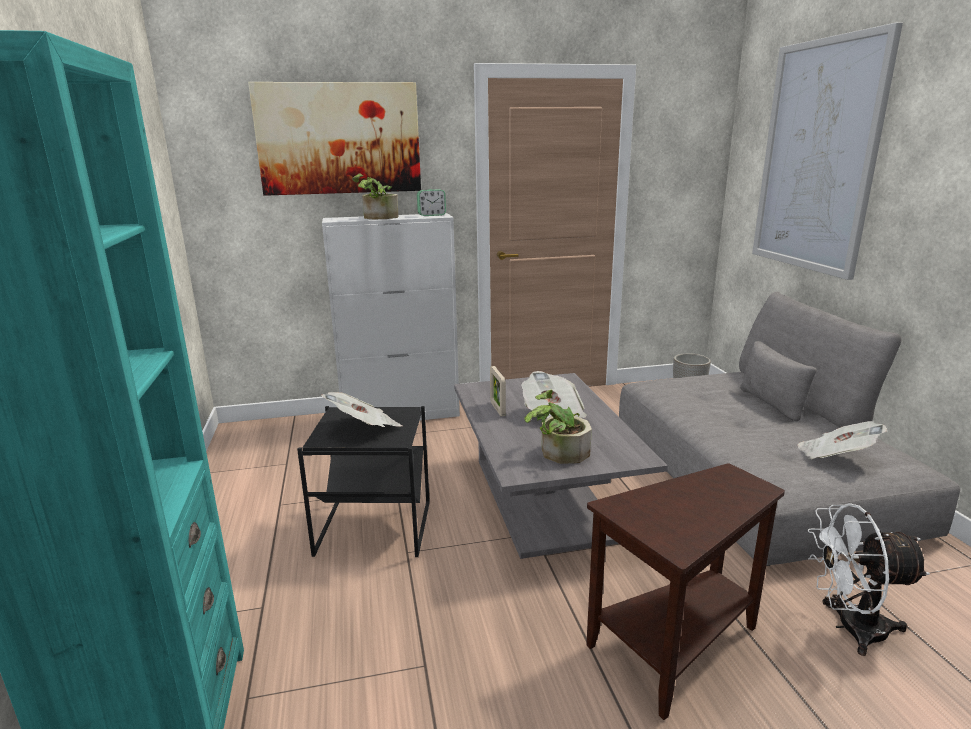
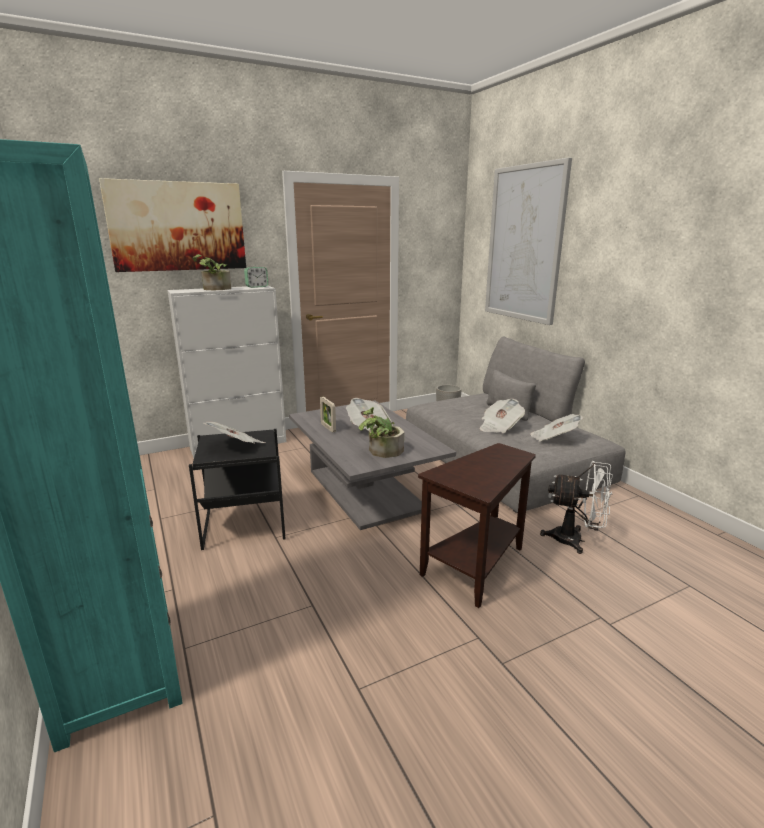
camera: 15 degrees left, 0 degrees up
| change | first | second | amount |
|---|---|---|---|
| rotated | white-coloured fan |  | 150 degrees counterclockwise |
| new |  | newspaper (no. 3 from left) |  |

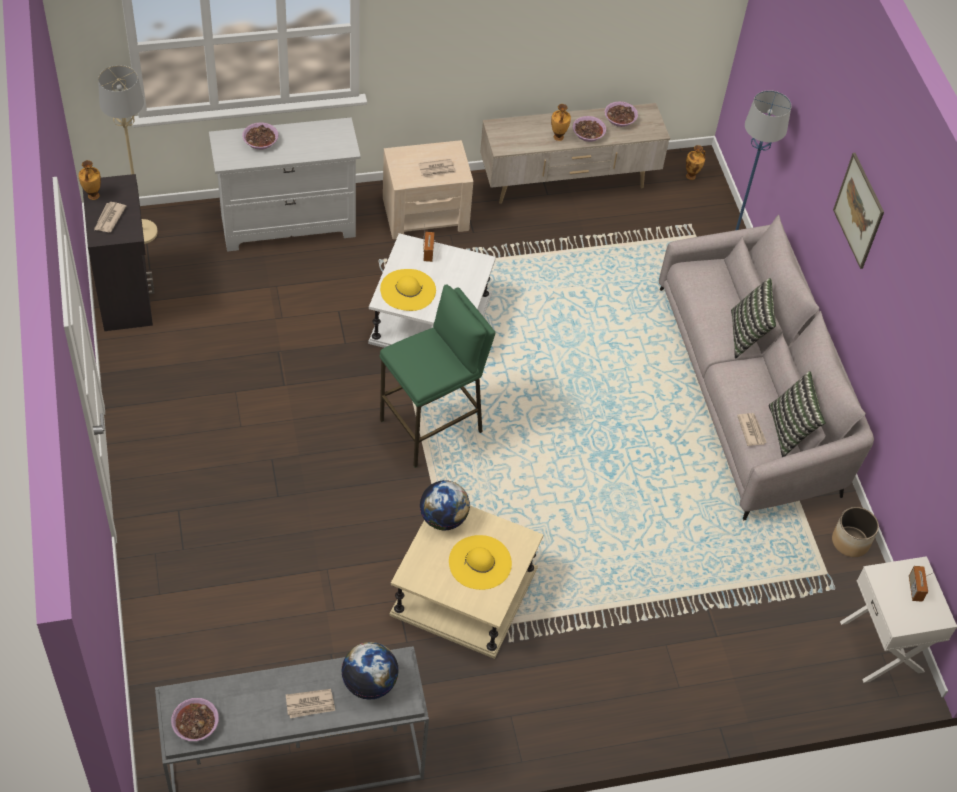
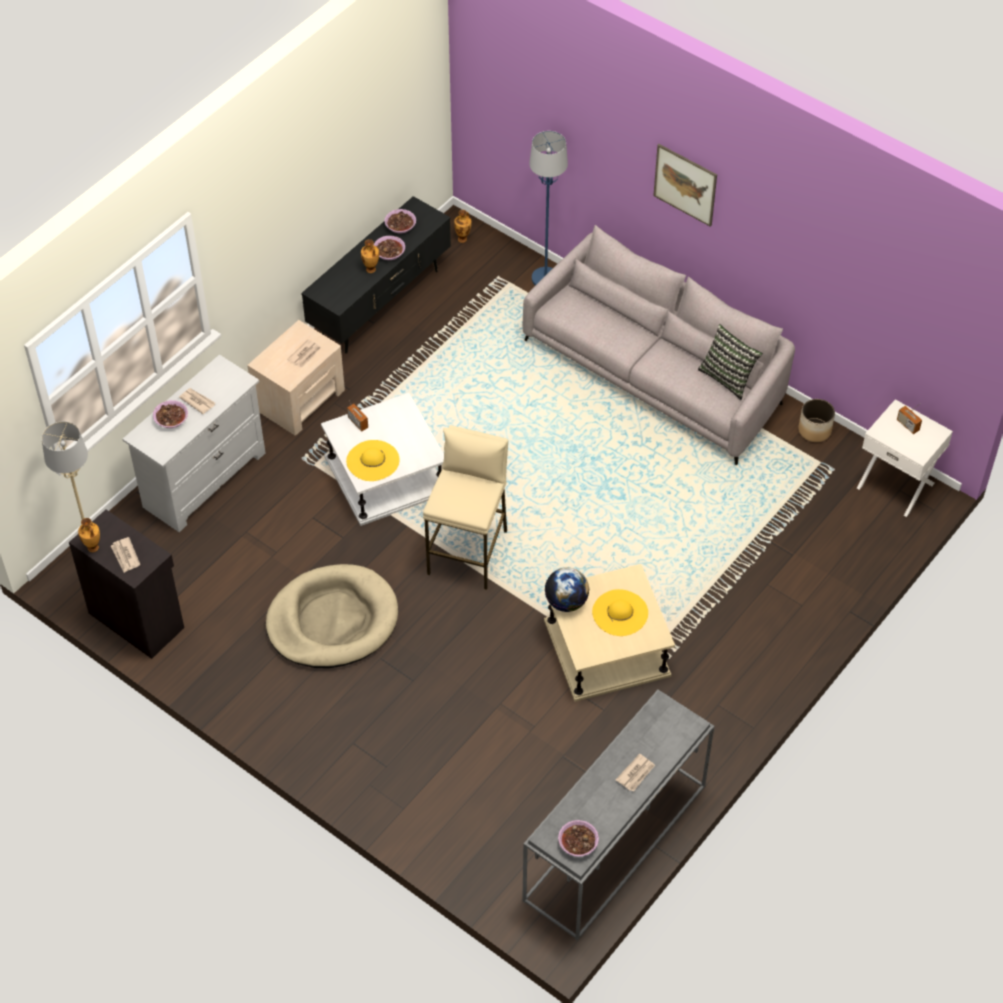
camera: 35 degrees left, 0 degrees up
| change | first | second | amount |
|---|---|---|---|
| repainted | beige media console | blackish media console |  |
| gone | throw pillow (no. 1 from left) |  |  |
| repainted | green-coloured stool | beige stool |  |
| shifted | newspaper (no. 4 from left in the first image) | newspaper (no. 2 from left) |  |
| gone | world globe (no. 1 from left) |  |  |
| new |  | beige dog cushion |  |

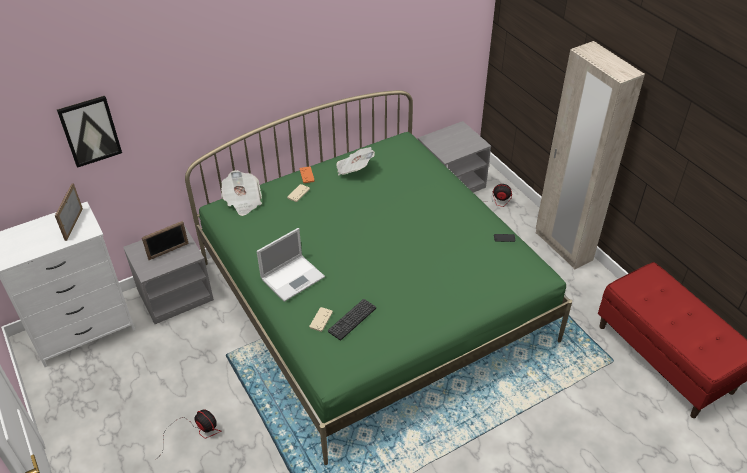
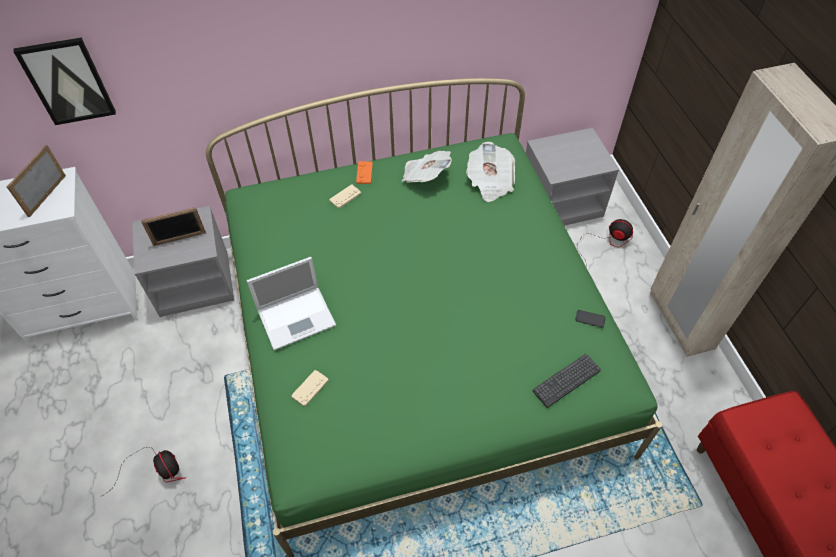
camera: 15 degrees right, 10 degrees up
| change | first | second | amount |
|---|---|---|---|
| shifted | newspaper (no. 1 from left in the first image) | newspaper (no. 2 from left) |  |
| shifted | computer keyboard |  |  |

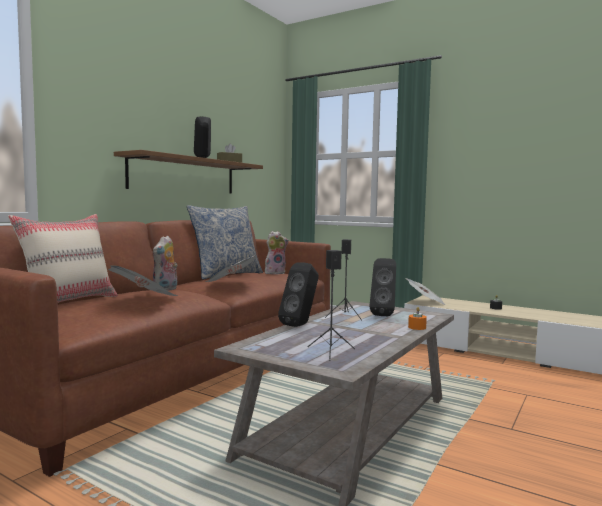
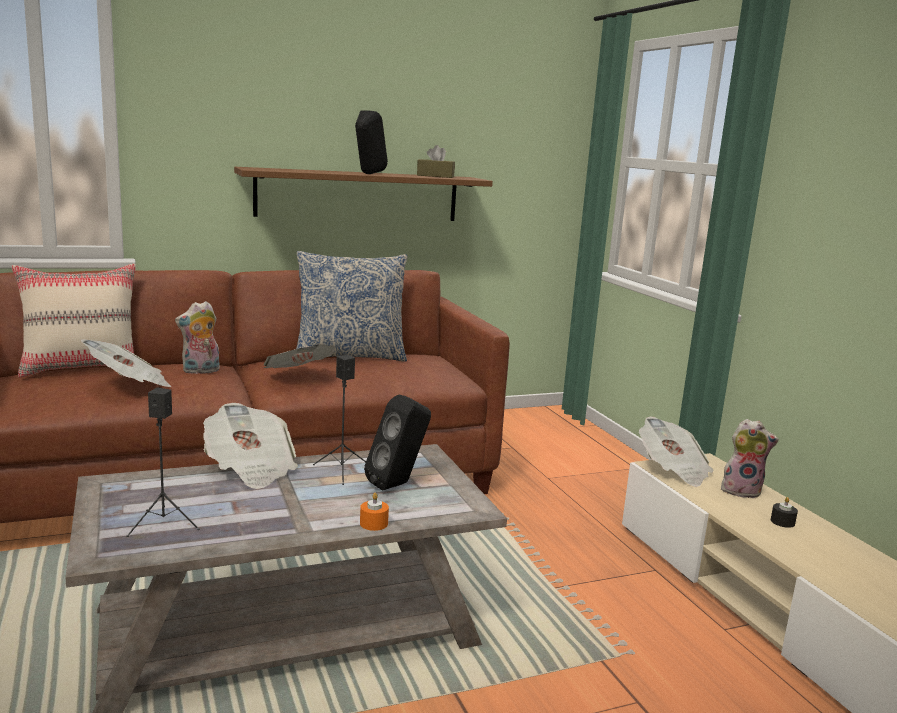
camera: 35 degrees right, 10 degrees up
| change | first | second | amount |
|---|---|---|---|
| shifted | plush toy (no. 2 from left) |  |  |
| swapped | blackish speaker (no. 2 from left) | newspaper (no. 2 from left) |  |

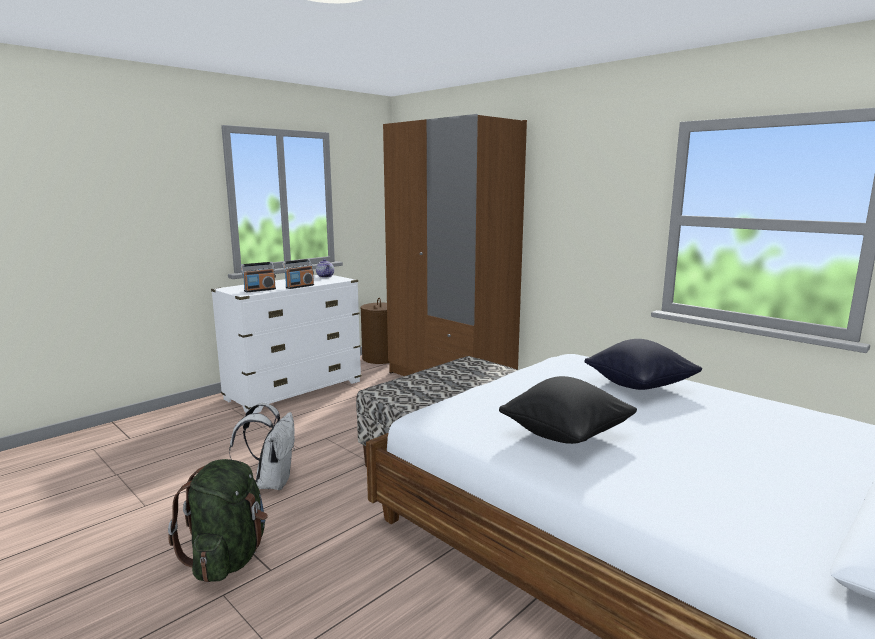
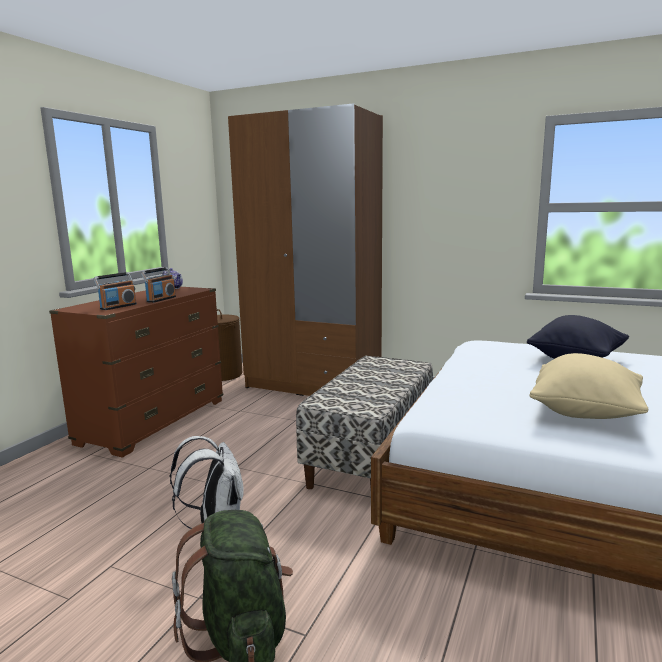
camera: 20 degrees left, 0 degrees up
| change | first | second | amount |
|---|---|---|---|
| repainted | white-coloured drawer chest | brown drawer chest |  |
| repainted | blackish throw pillow (no. 1 from left) | beige throw pillow |  |

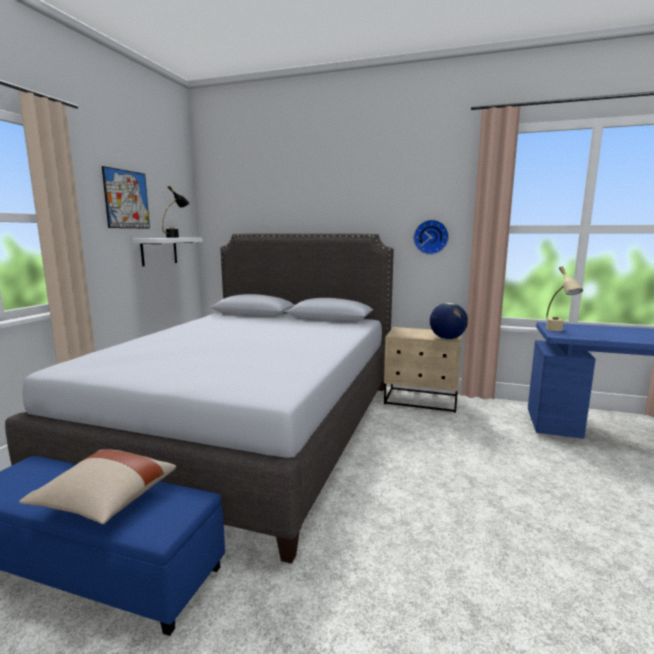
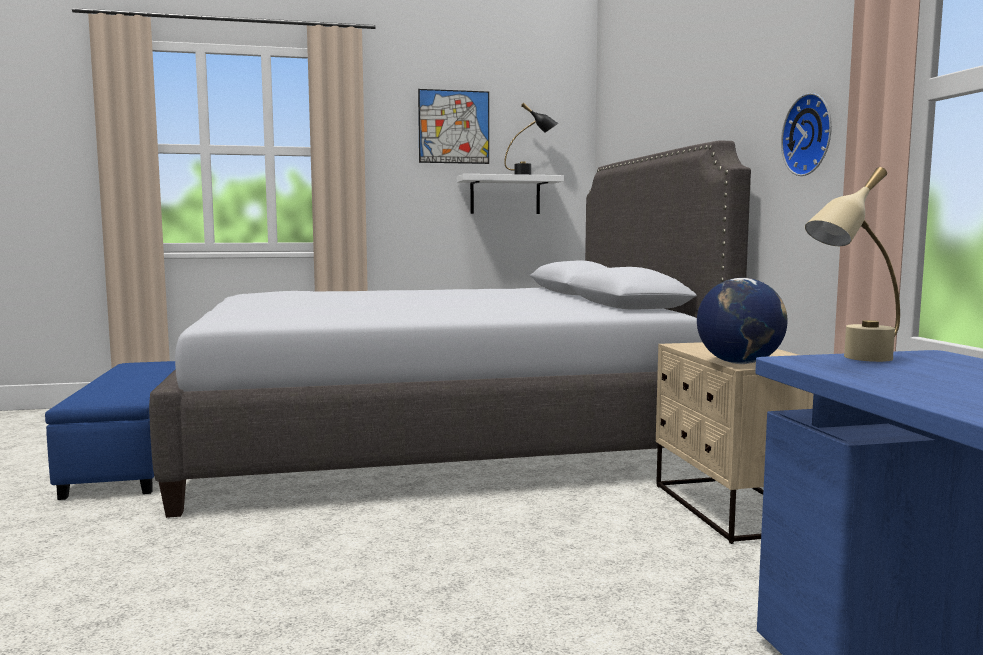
camera: 60 degrees right, 5 degrees down
| change | first | second | amount |
|---|---|---|---|
| gone | beige throw pillow |  |  |

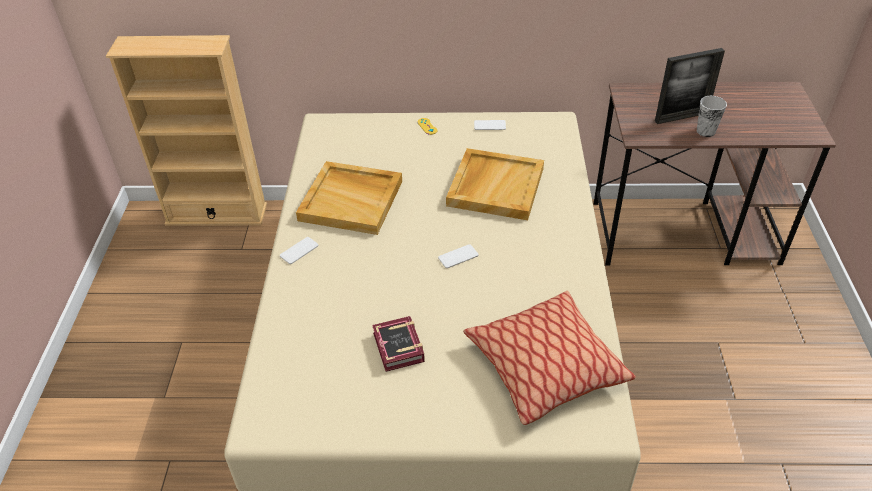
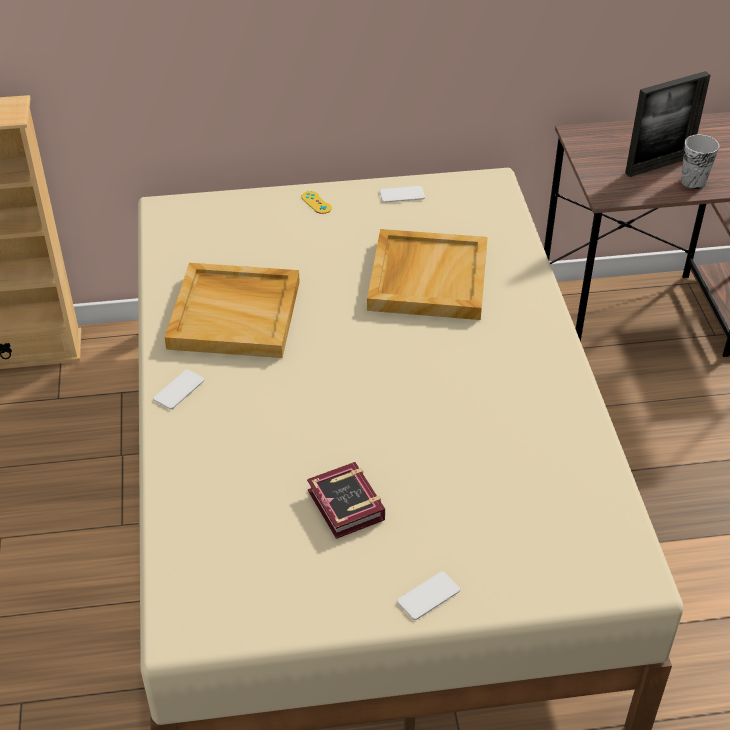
camera: 10 degrees left, 0 degrees up
| change | first | second | amount |
|---|---|---|---|
| shifted | phone (no. 2 from left in the first image) | phone (no. 3 from left) |  |
| gone | throw pillow |  |  |

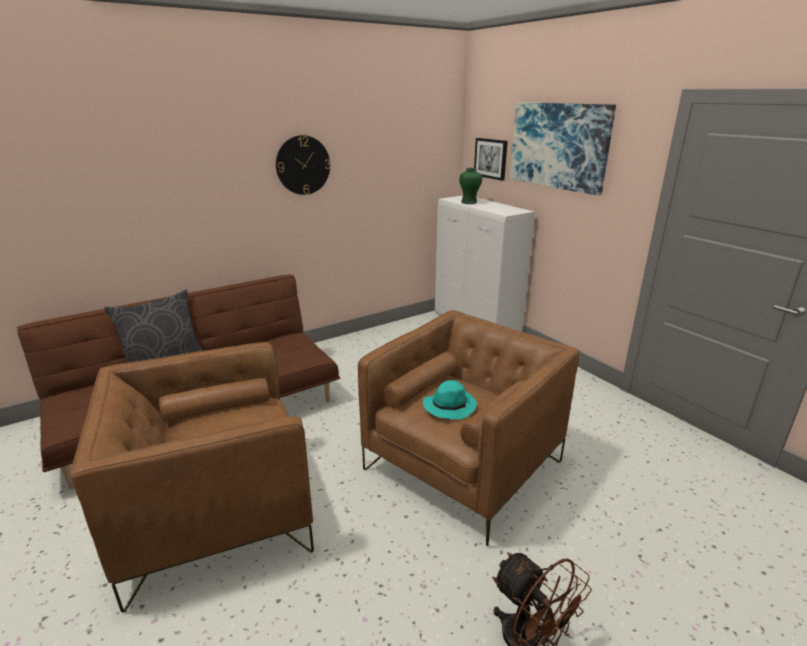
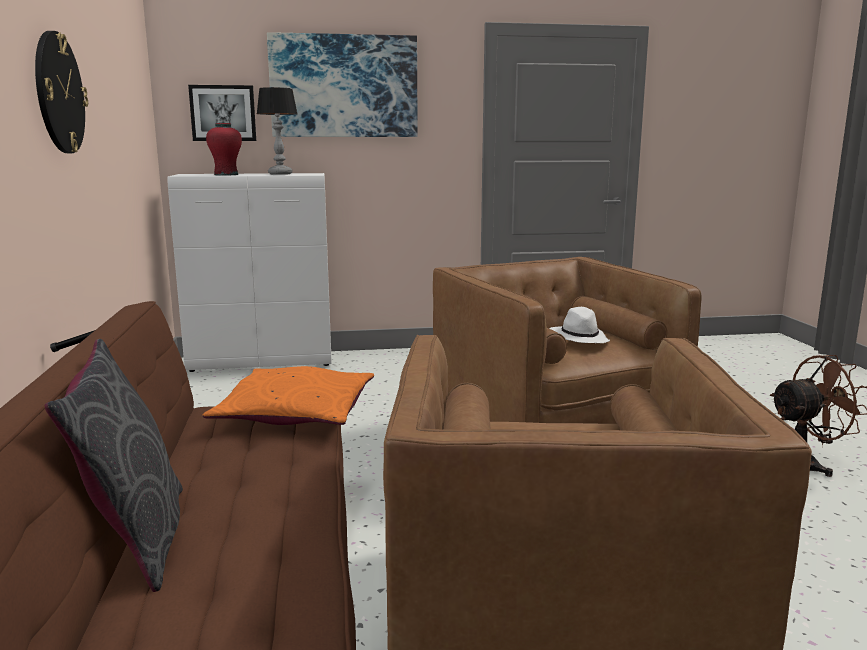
camera: 65 degrees left, 10 degrees down
| change | first | second | amount |
|---|---|---|---|
| repainted | green-coloured decorative vase | red decorative vase |  |
| repainted | blue-green hat | white-coloured hat |  |
| new |  | lamp for a table |  |
| new |  | orangey throw pillow |  |

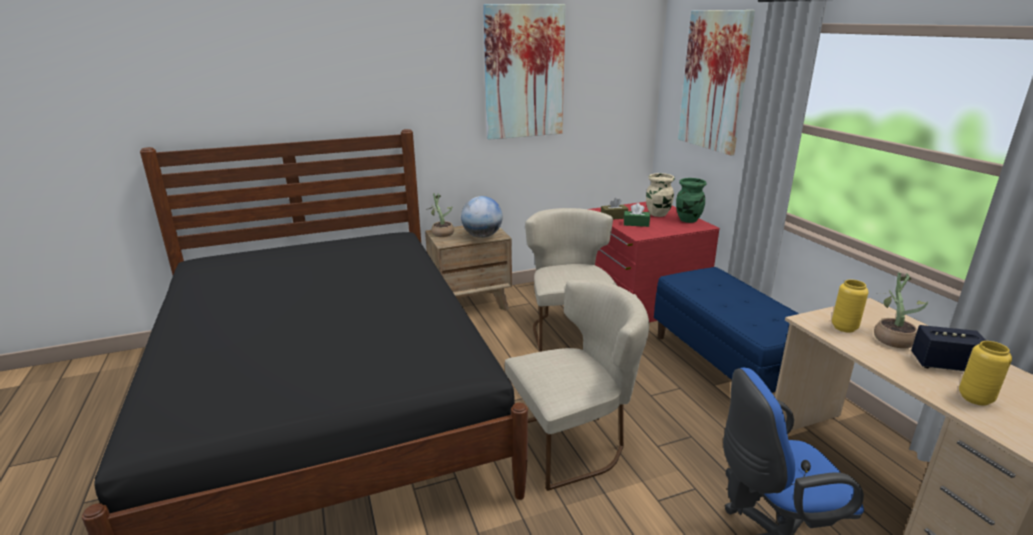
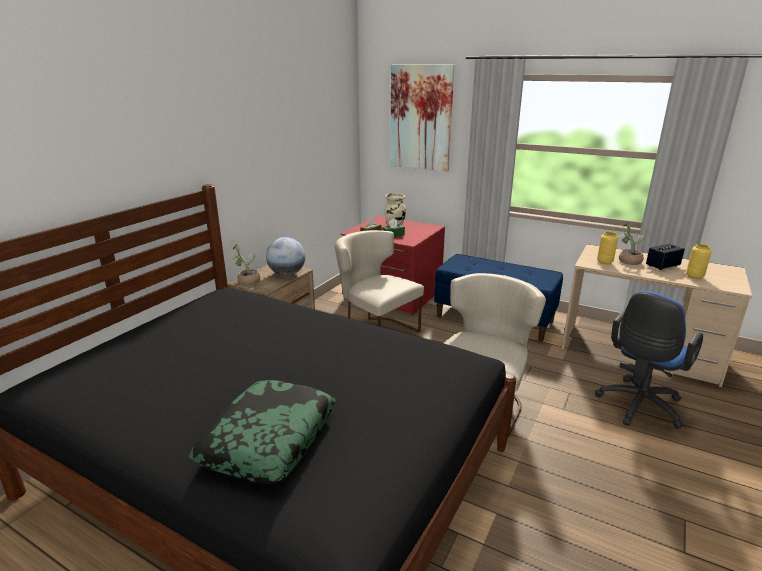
camera: 40 degrees left, 0 degrees up
| change | first | second | amount |
|---|---|---|---|
| gone | wall art (no. 1 from left) |  |  |
| gone | green-coloured decorative vase |  |  |
| new |  | throw pillow |  |

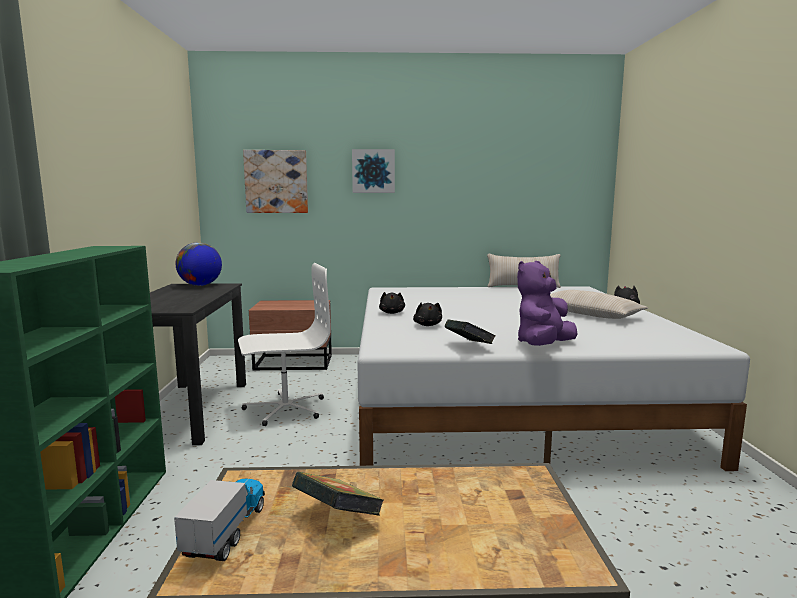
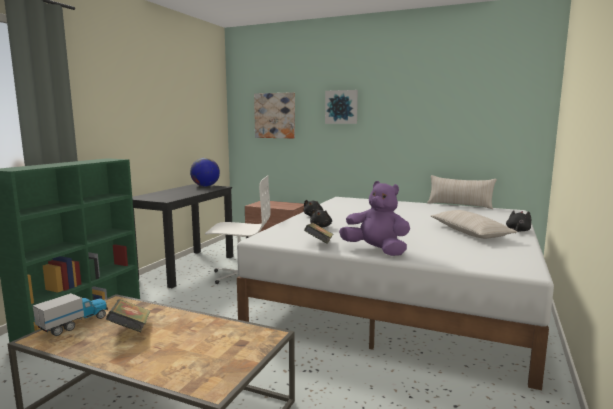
camera: 25 degrees right, 0 degrees up
| change | first | second | amount |
|---|---|---|---|
| rotated | purplish plush toy |  | 60 degrees clockwise |

